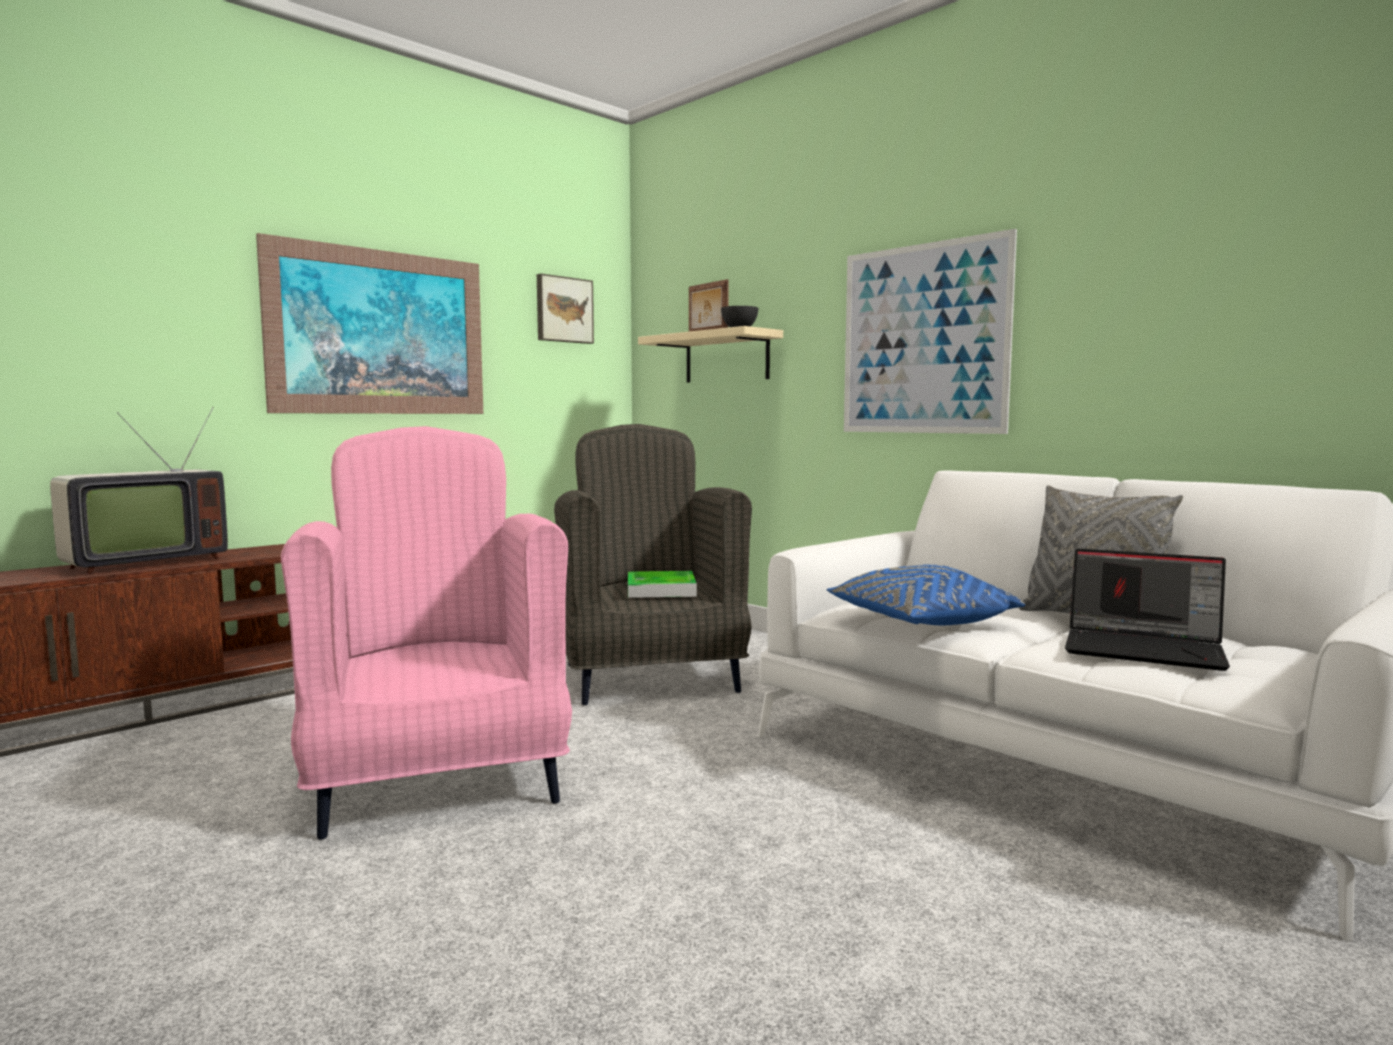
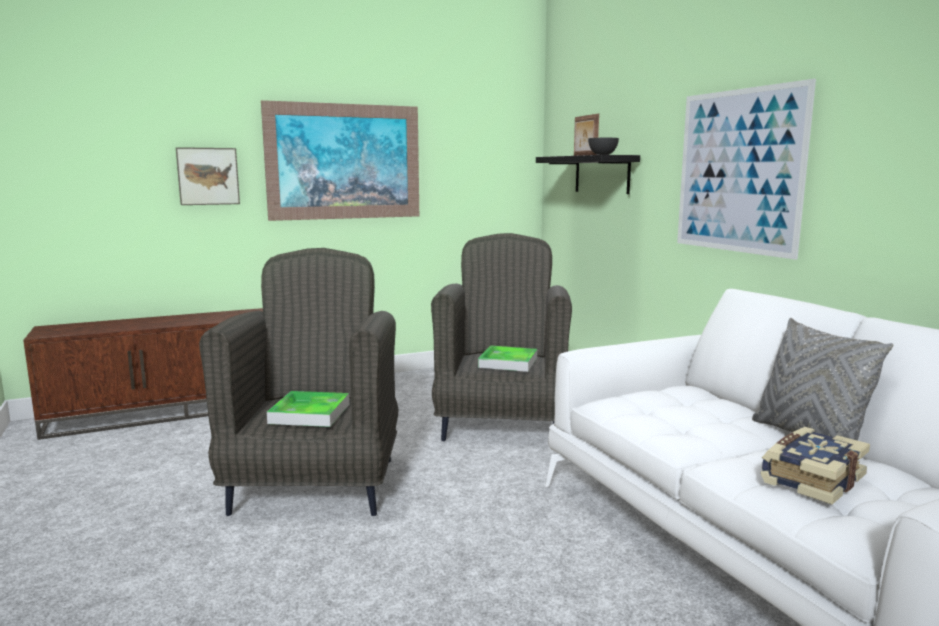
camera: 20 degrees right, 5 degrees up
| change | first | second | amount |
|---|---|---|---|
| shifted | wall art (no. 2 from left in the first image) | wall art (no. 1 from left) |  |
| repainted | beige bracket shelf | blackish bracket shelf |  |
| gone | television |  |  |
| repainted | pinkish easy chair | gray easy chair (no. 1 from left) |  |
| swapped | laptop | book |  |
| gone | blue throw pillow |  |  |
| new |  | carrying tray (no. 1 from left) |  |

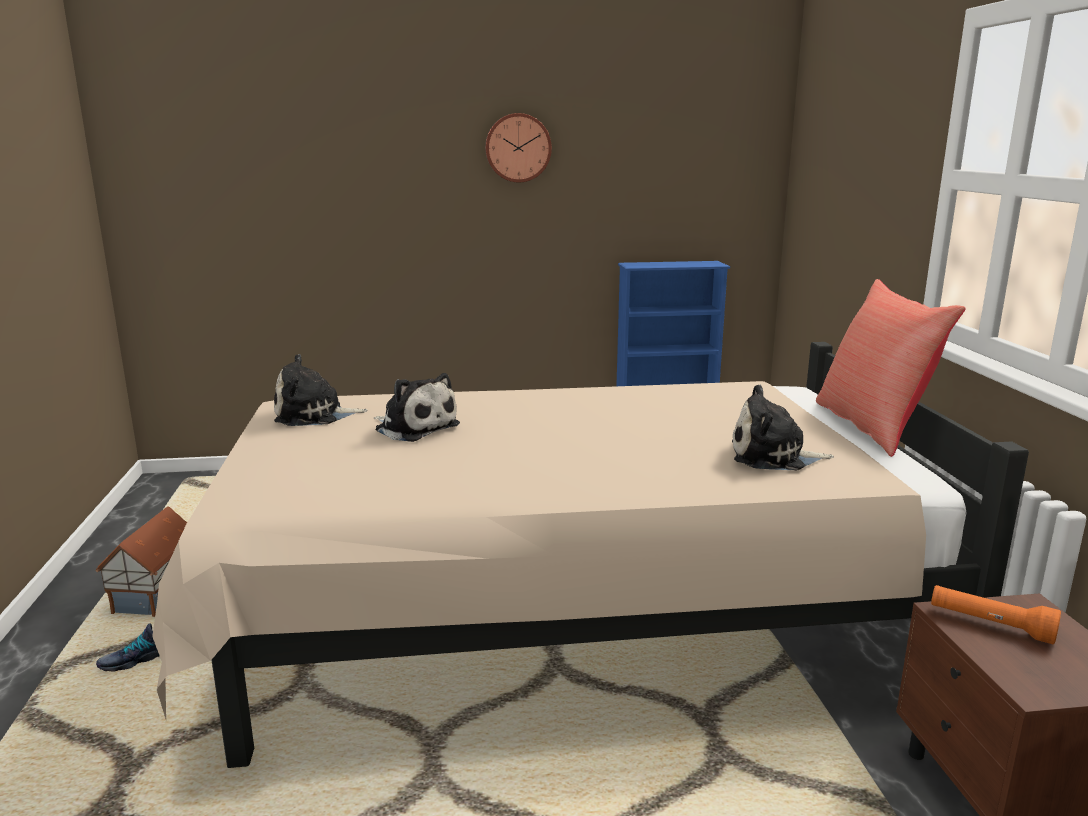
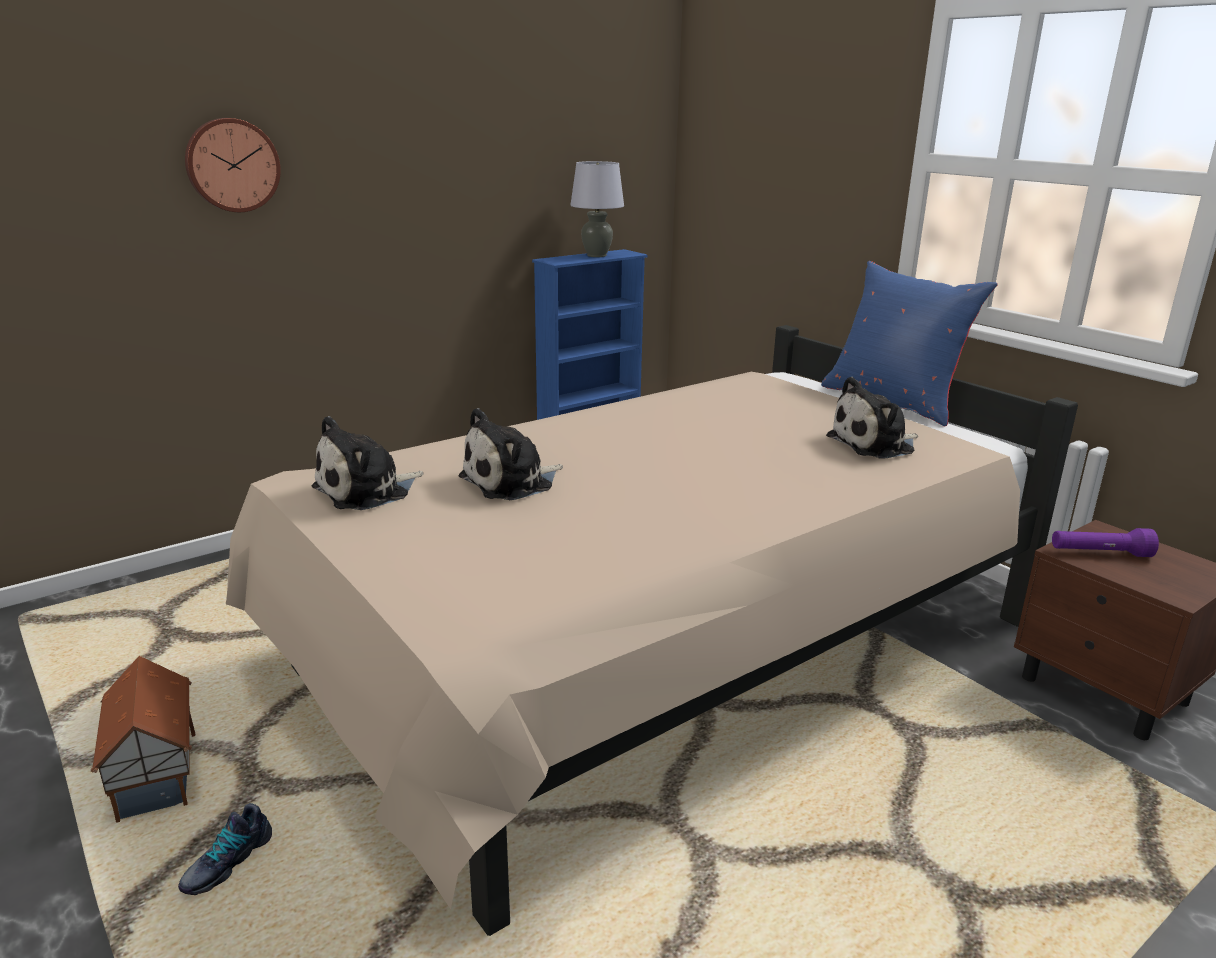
camera: 30 degrees left, 5 degrees up
| change | first | second | amount |
|---|---|---|---|
| shifted | clock on the wall |  |  |
| repainted | red throw pillow | blue throw pillow |  |
| rotated | plush toy (no. 2 from left) |  | 135 degrees clockwise |
| repainted | orangey flashlight | purplish flashlight |  |
| new |  | gray lamp for a table |  |

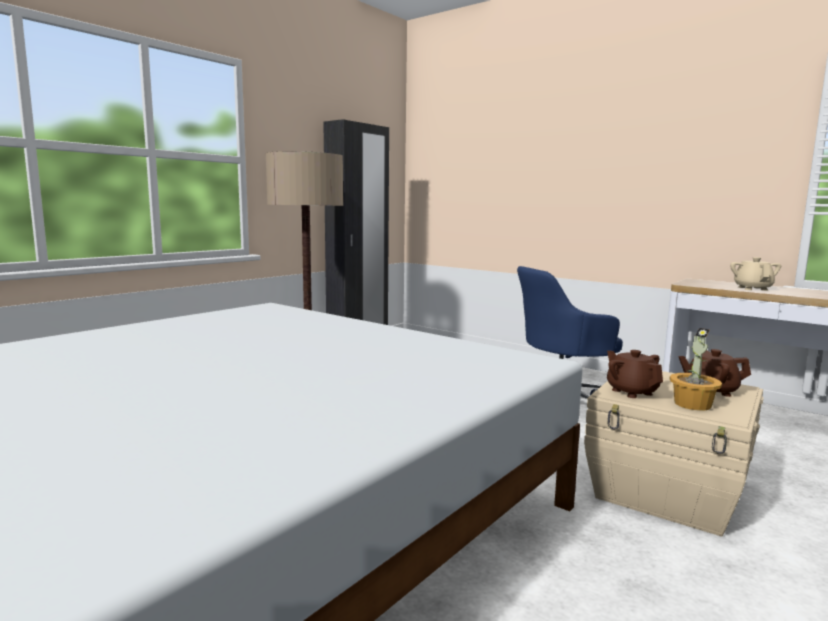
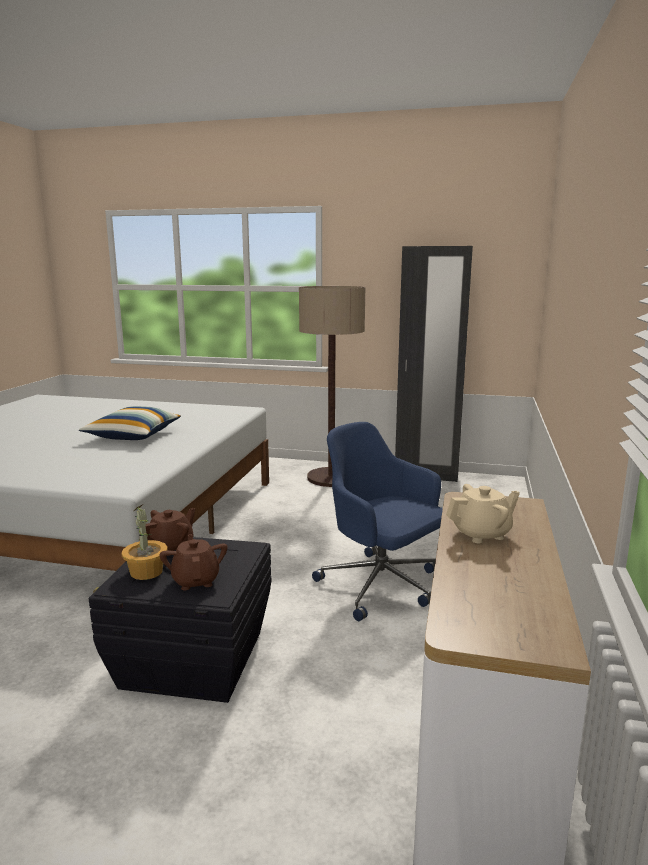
camera: 65 degrees right, 5 degrees up
| change | first | second | amount |
|---|---|---|---|
| repainted | beige storage container | blackish storage container |  |
| new |  | throw pillow |  |

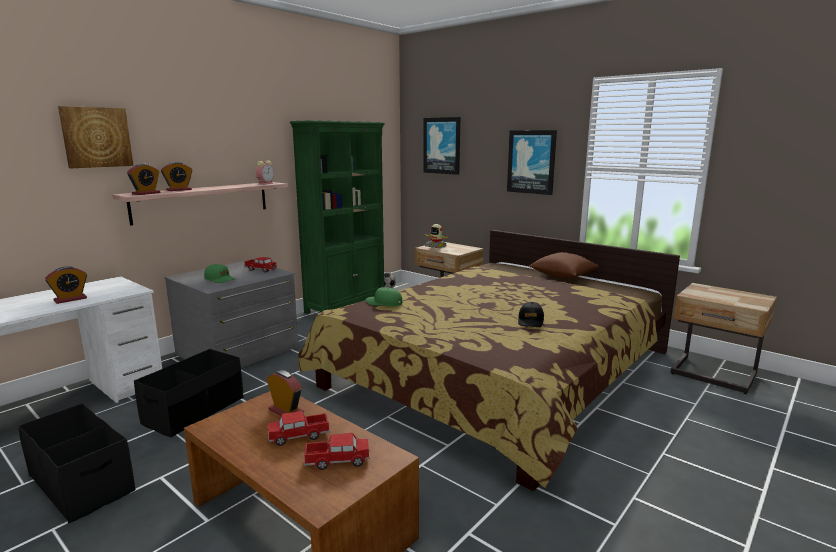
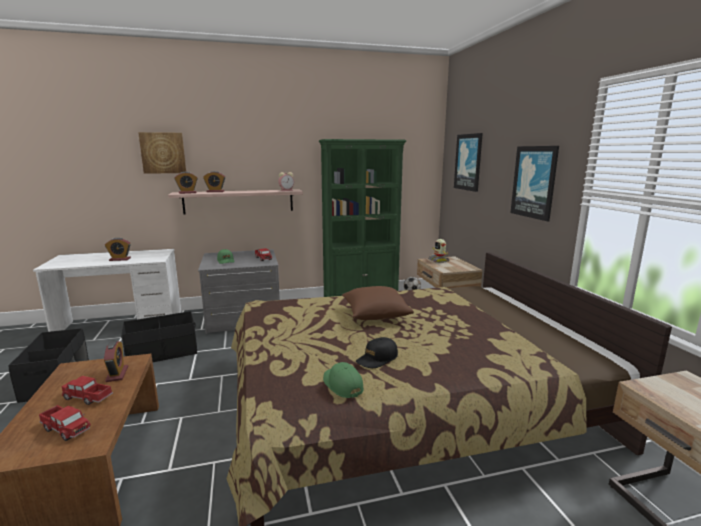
camera: 35 degrees right, 0 degrees up
| change | first | second | amount |
|---|---|---|---|
| shifted | brown throw pillow |  |  |
| shifted | green-coloured cap (no. 2 from left) |  |  |

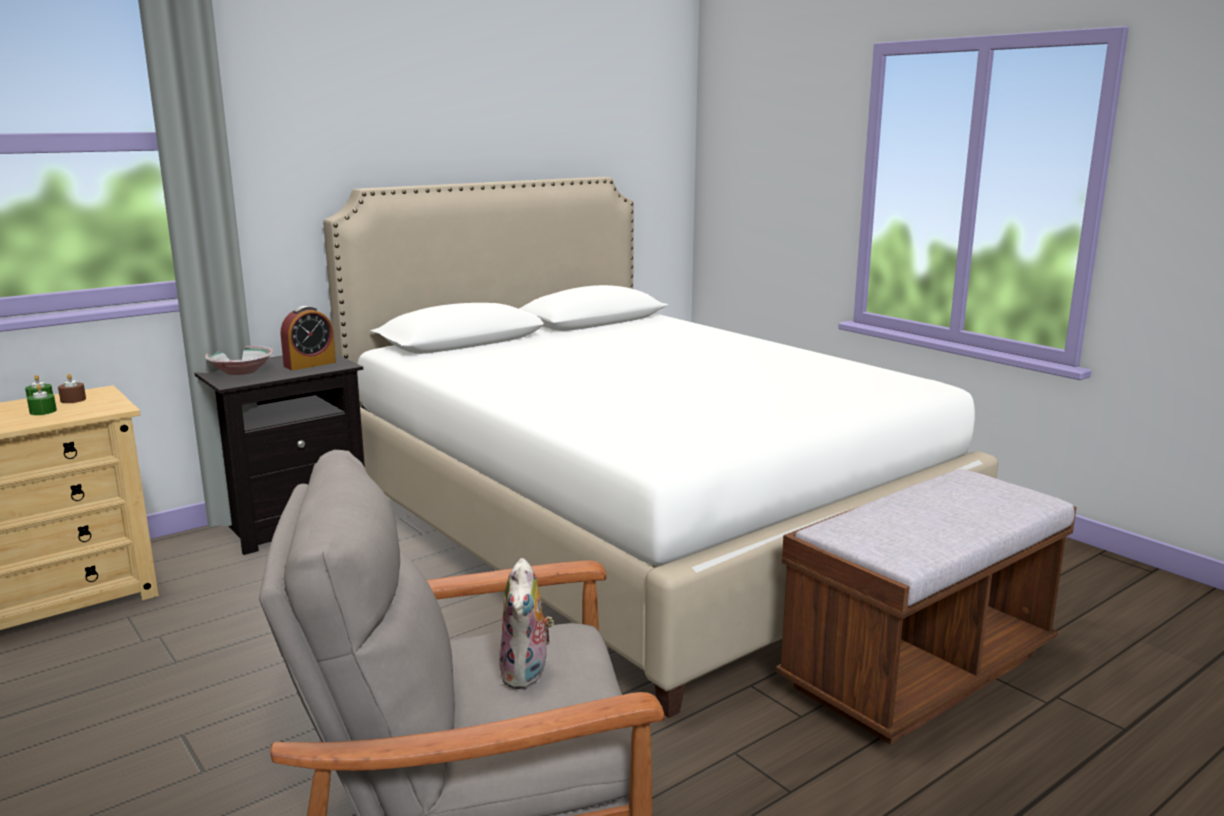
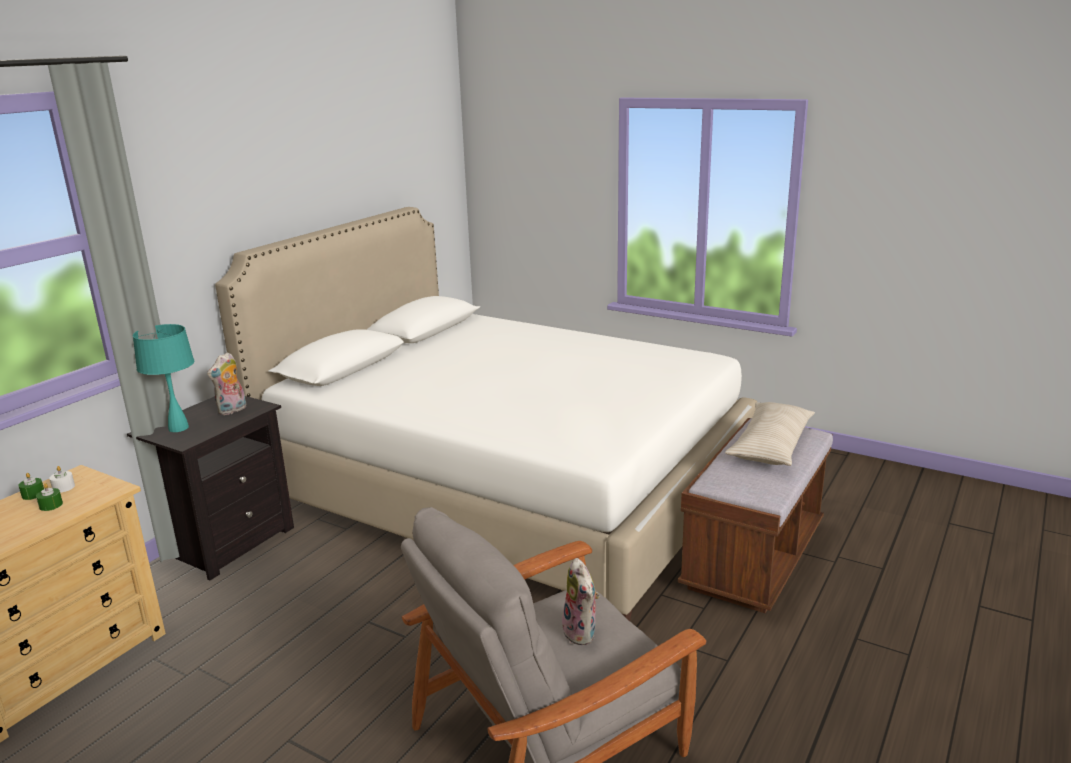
camera: 20 degrees left, 5 degrees up
| change | first | second | amount |
|---|---|---|---|
| swapped | bedside clock | plush toy (no. 1 from left) |  |
| swapped | bowl | blue-green lamp for a table |  |
| repainted | brown wax light | white-coloured wax light |  |
| new |  | beige throw pillow |  |

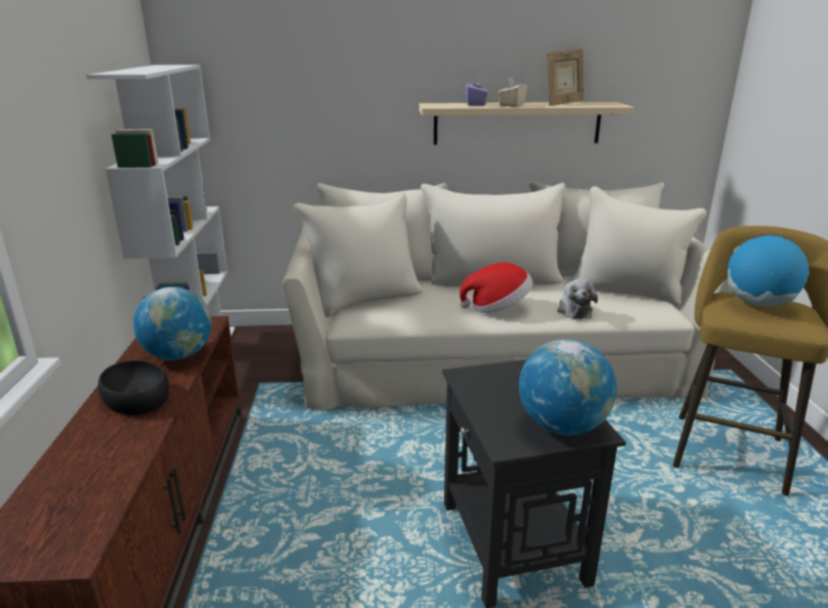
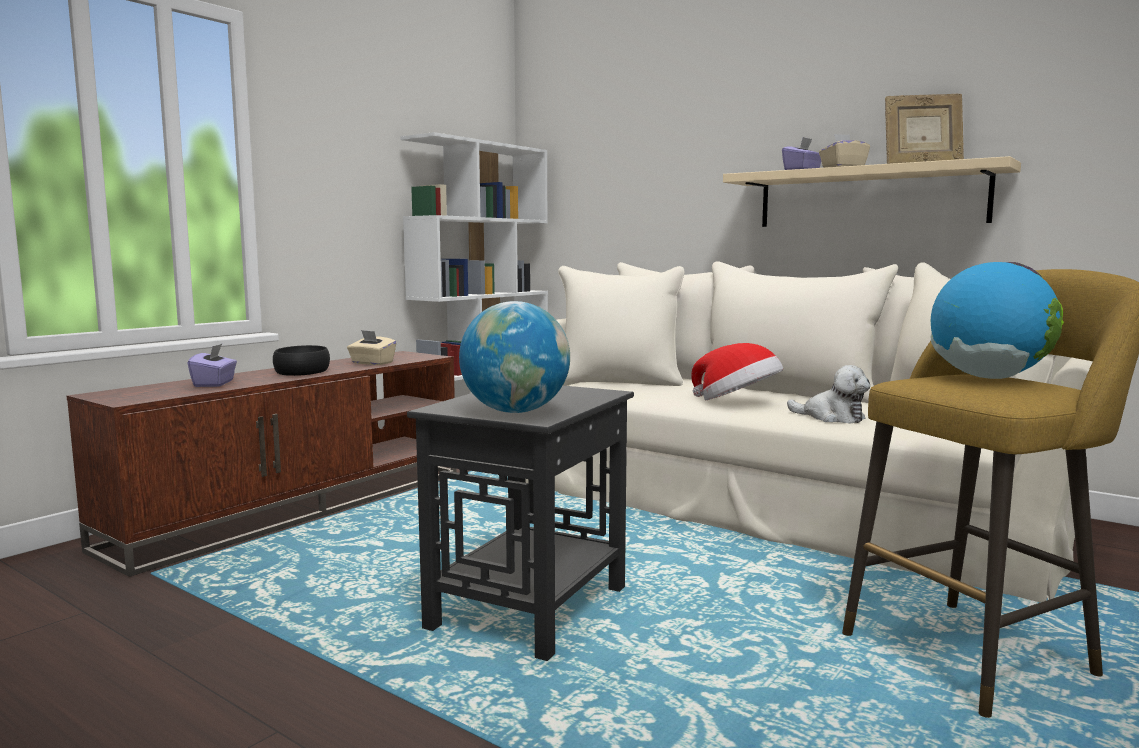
camera: 40 degrees right, 15 degrees down
| change | first | second | amount |
|---|---|---|---|
| rotated | plush toy |  | 90 degrees counterclockwise |
| swapped | world globe (no. 1 from left) | beige tissue holder (no. 1 from left) |  |
| new |  | purplish tissue holder (no. 1 from left) |  |

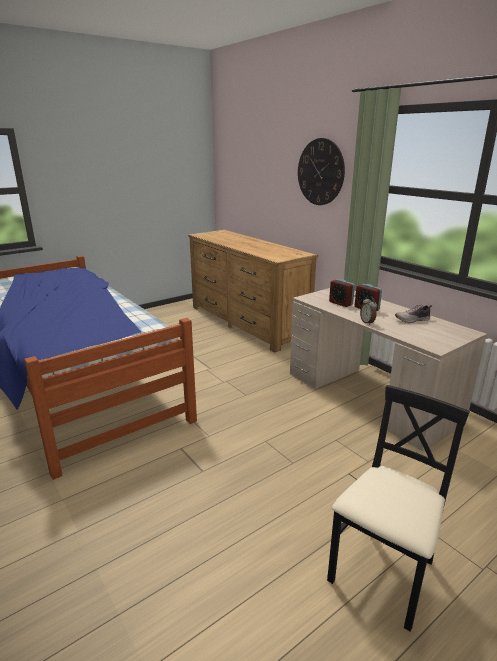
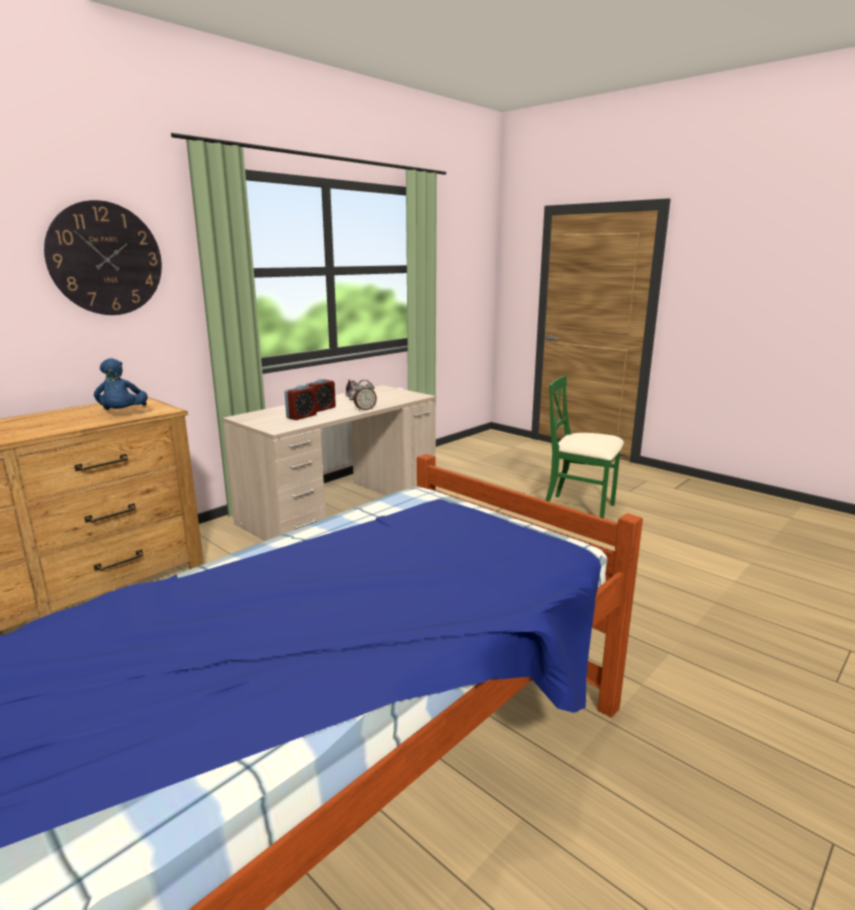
camera: 100 degrees left, 5 degrees down
| change | first | second | amount |
|---|---|---|---|
| repainted | blackish plain chair | green-coloured plain chair |  |
| new |  | blue plush toy |  |

